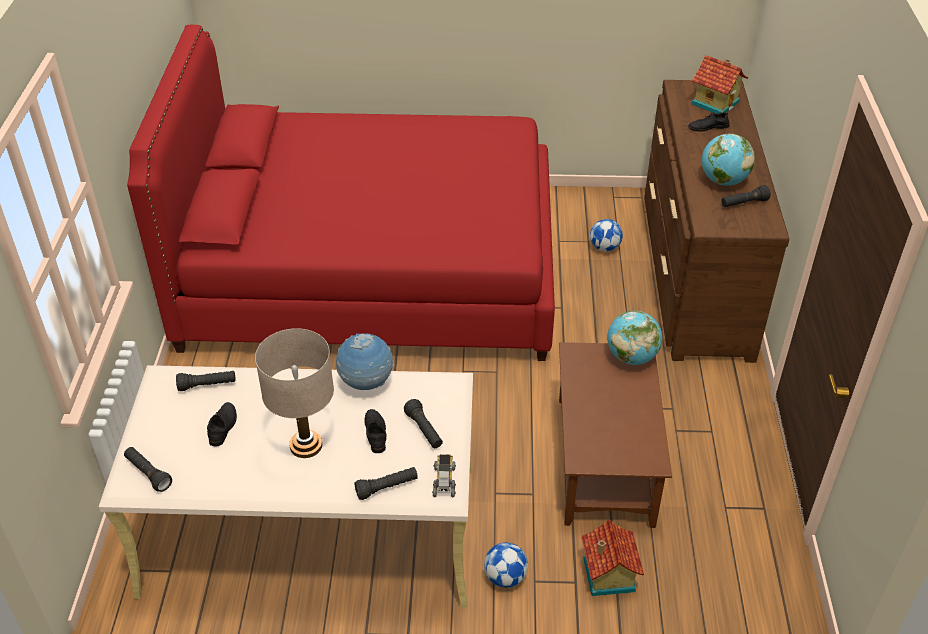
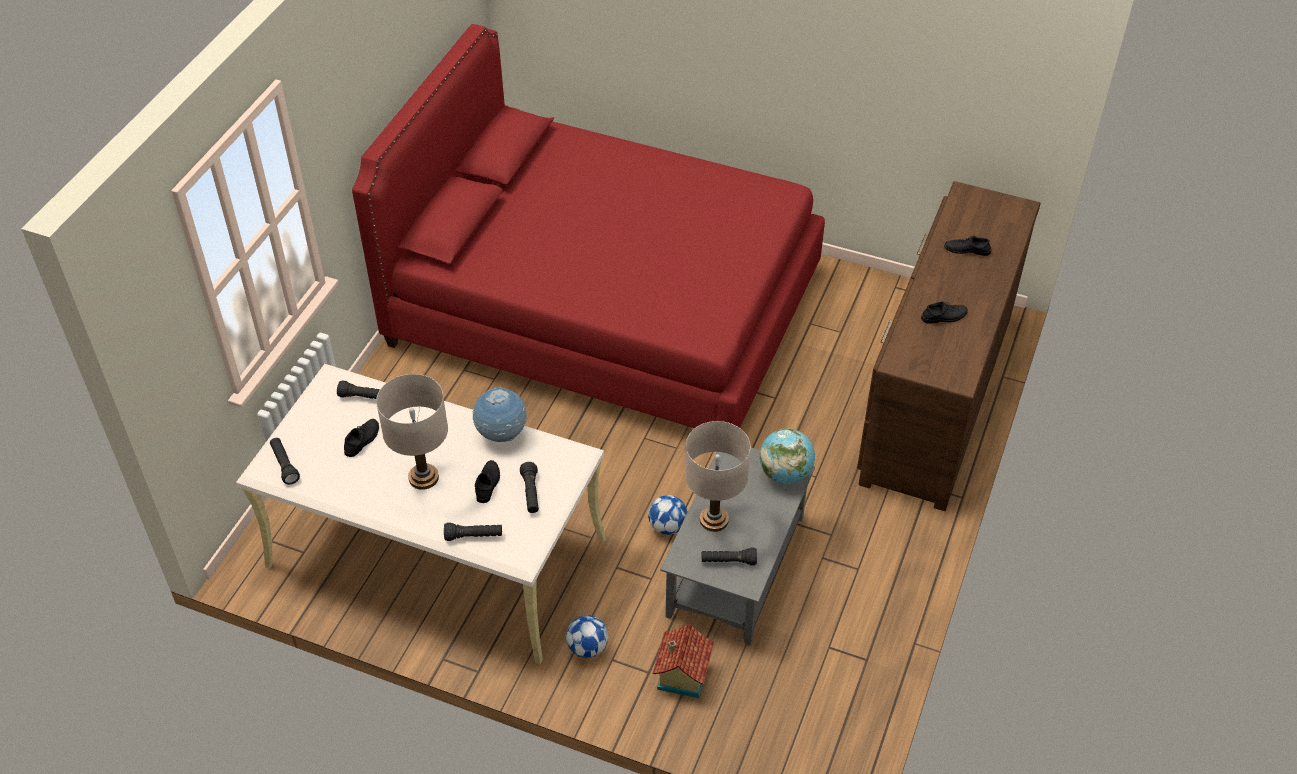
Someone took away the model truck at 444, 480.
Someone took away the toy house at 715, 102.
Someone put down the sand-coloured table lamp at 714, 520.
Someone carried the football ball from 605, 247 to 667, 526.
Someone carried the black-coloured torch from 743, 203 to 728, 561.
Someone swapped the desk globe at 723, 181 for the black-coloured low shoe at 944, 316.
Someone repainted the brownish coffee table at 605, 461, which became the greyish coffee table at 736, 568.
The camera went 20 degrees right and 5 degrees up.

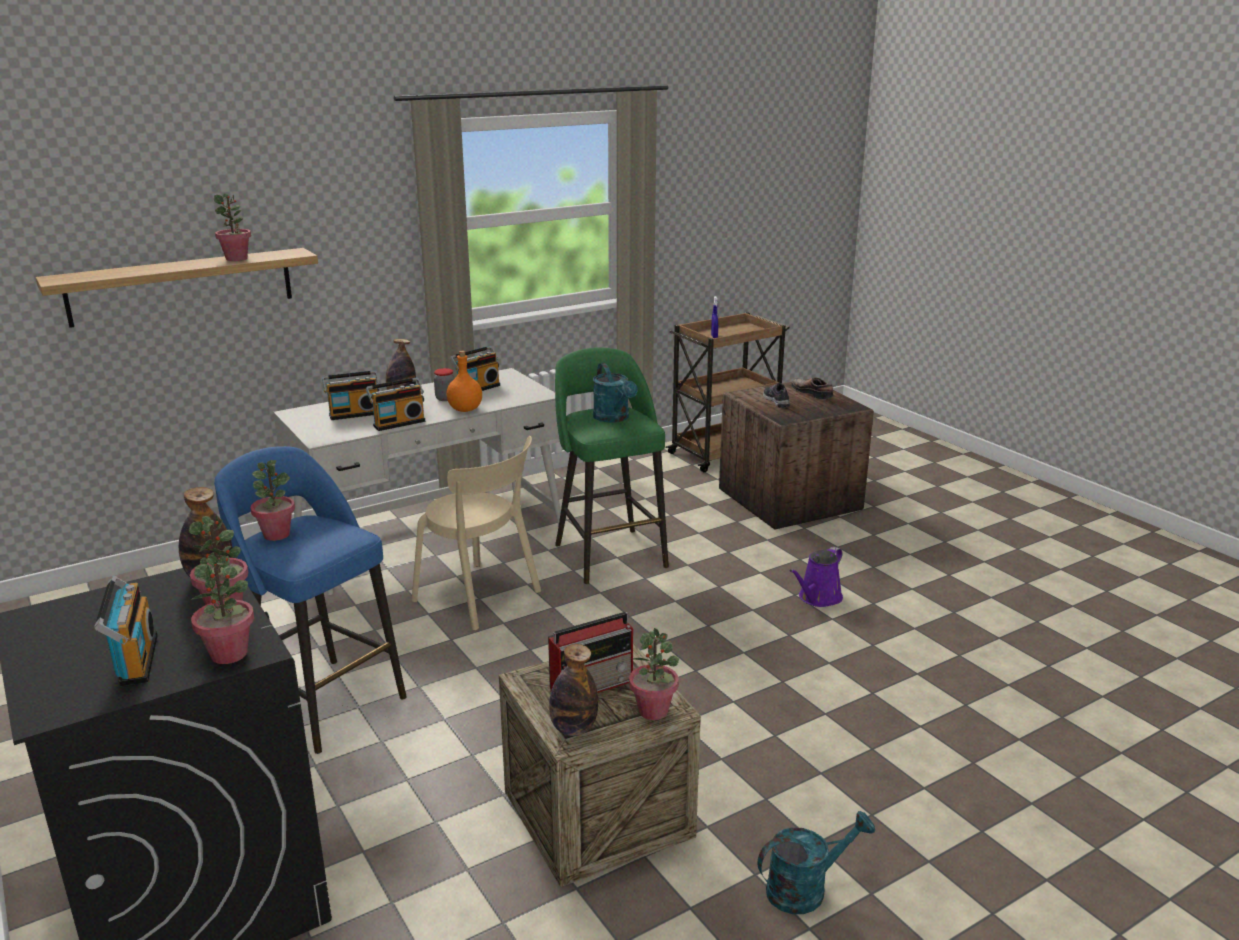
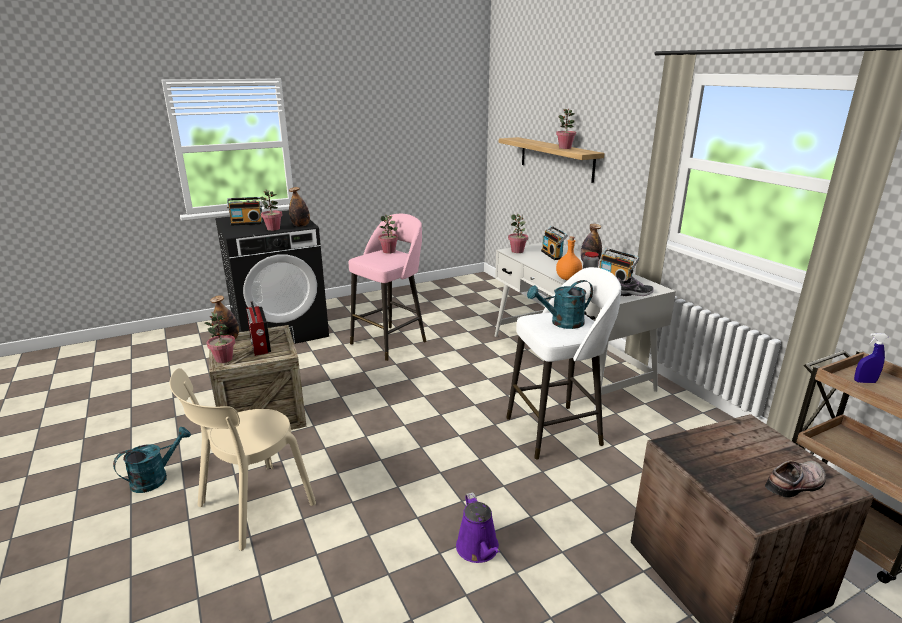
Someone took away the radio set at 398, 423.
Someone carried the houseplant from 229, 654 to 517, 251.
Someone carried the sand-coloured upright chair from 481, 598 to 251, 507.
Someone carried the low shoe from 776, 401 to 633, 293.
Someone repainted the blue sitting stool at 323, 702, which became the pink sitting stool at 390, 342.
Someone repainted the green-coloured sitting stool at 609, 554, which became the white-coloured sitting stool at 556, 431.
Someone rotated the turquoise-coloured sprinkling can at 805, 889 by 120 degrees counterclockwise.
Someone rotated the purple-coloured sprinkling can at 818, 598 by 150 degrees counterclockwise.
The camera went 95 degrees right and 0 degrees up.

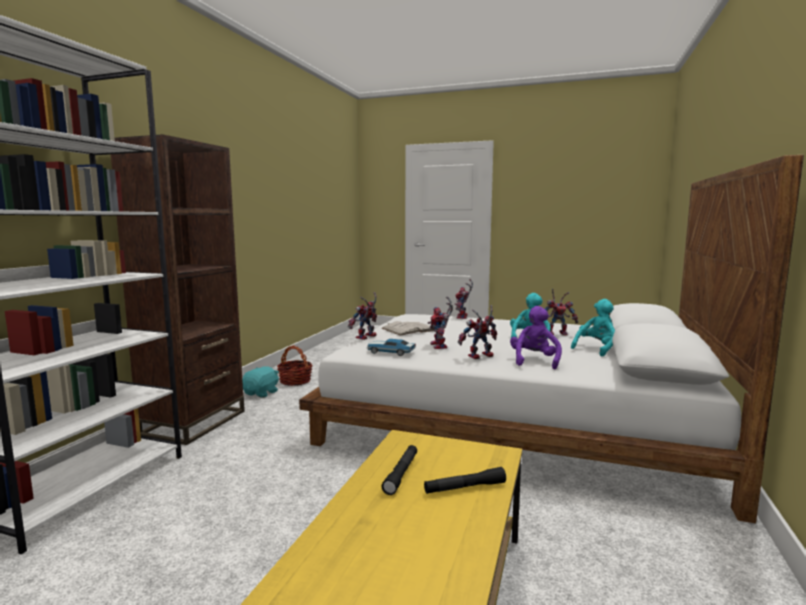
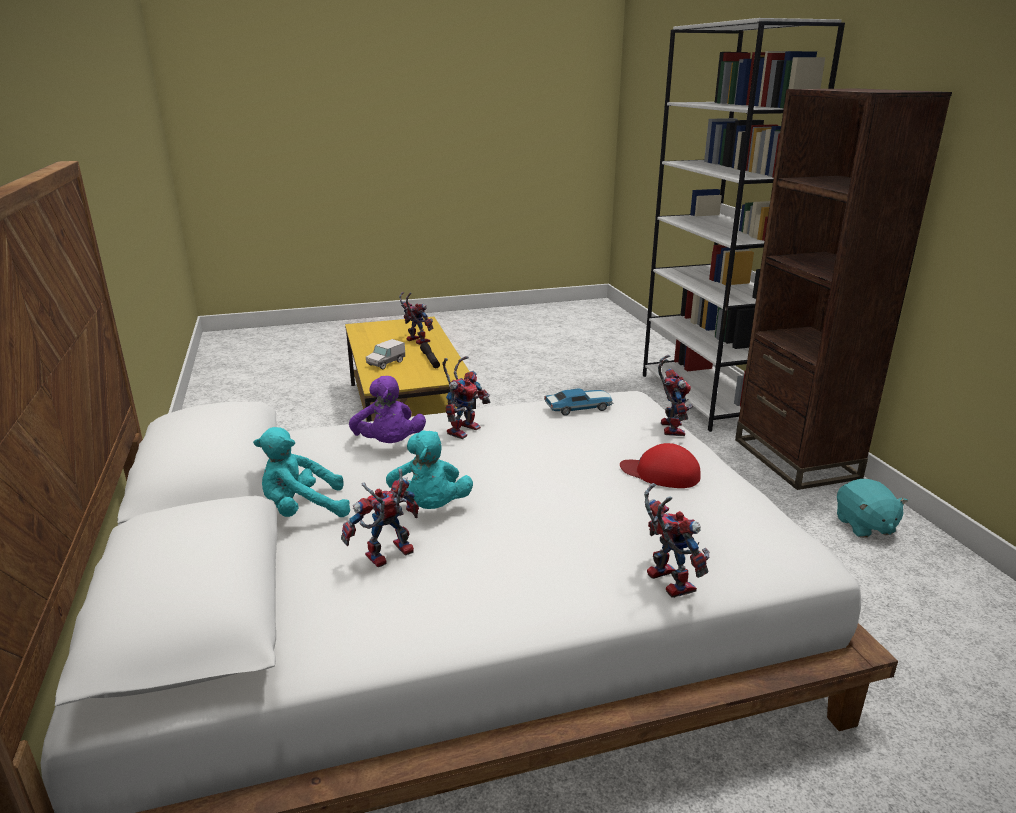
Someone took away the basket at 295, 381.
Someone carried the robot figure from 441, 346 to 415, 341.
Someone swapped the white-coloured bound book at 410, 329 for the red peaked cap at 661, 473.
Someone swapped the black-coloured torch at 465, 488 for the model truck at 386, 363.
Someone rotated the turquoise-coloured cuddly toy at 596, 349 by 60 degrees clockwise.
The camera went 145 degrees right and 15 degrees up.

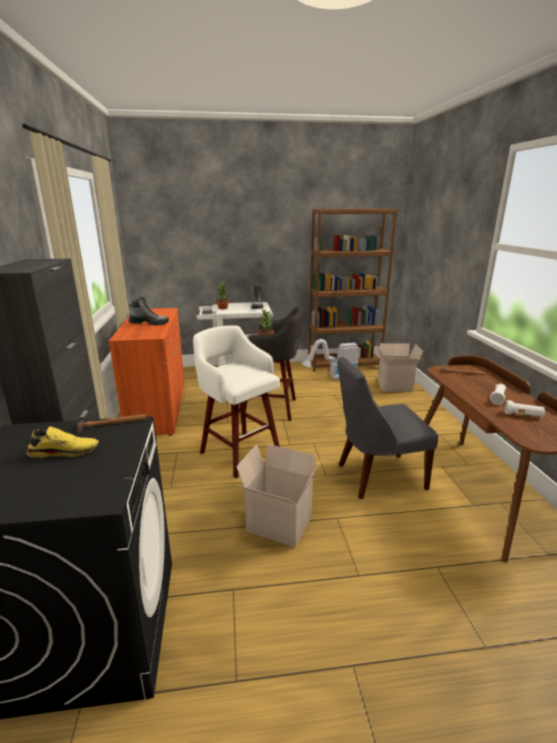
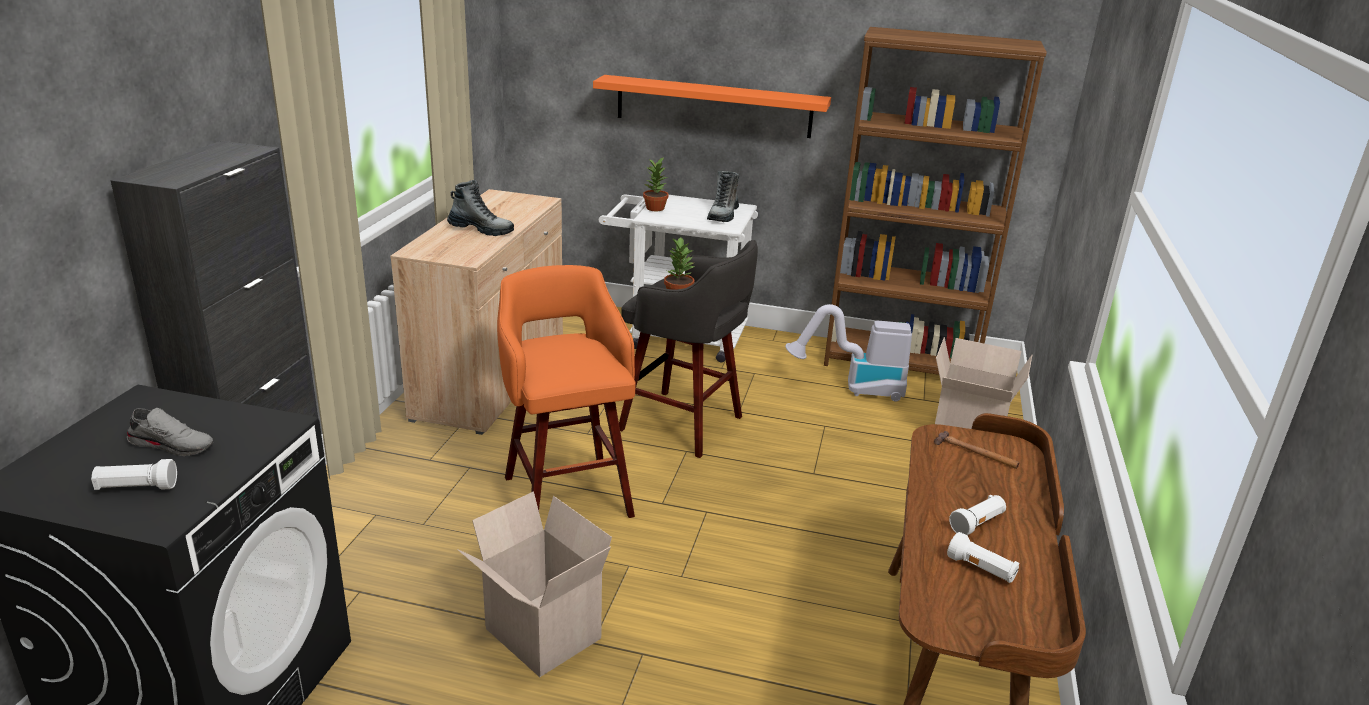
Someone took away the hammer at 113, 423.
Someone took away the greyish upright chair at 376, 476.
Someone put down the white-coloured torch at 136, 488.
Someone put up the orange bracket shelf at 713, 106.
Someone repainted the yellow-coloured low shoe at 65, 451, which became the greyish low shoe at 173, 444.
Someone repainted the orange cupboard at 158, 409, which became the sand-coloured cupboard at 491, 379.
Someone repainted the white-coloured sitting stool at 238, 452, which became the orange sitting stool at 567, 493.
The camera went 20 degrees right and 5 degrees up.

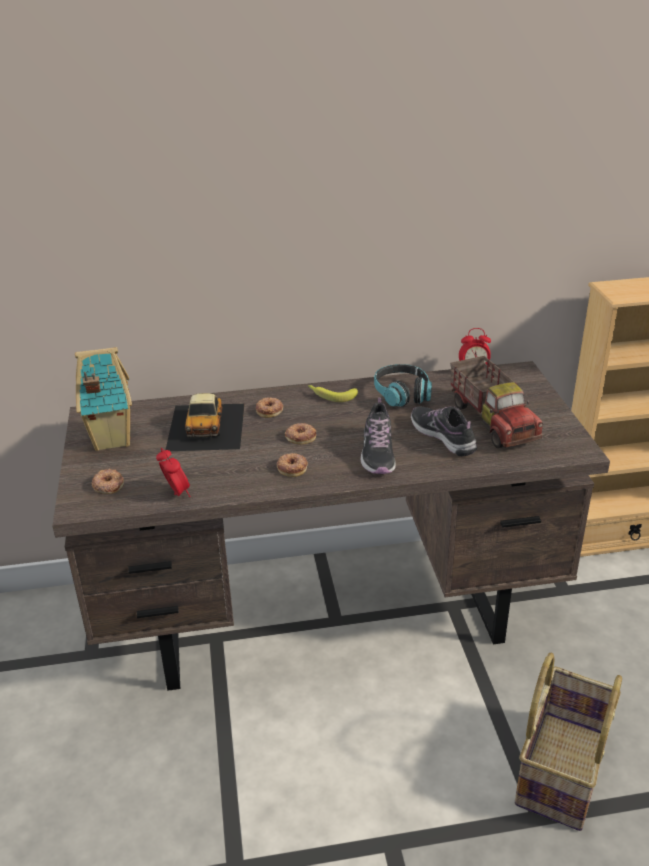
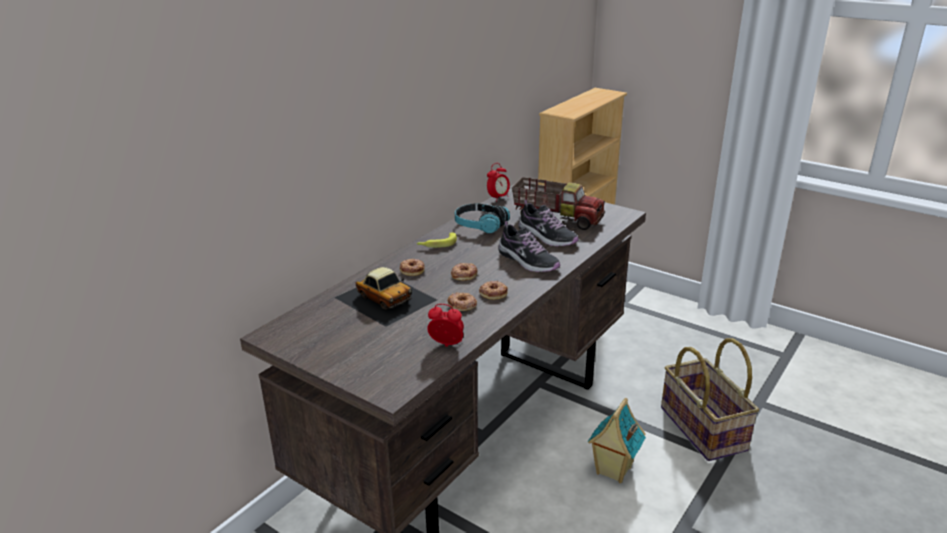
Someone carried the toy house from 110, 439 to 612, 471.
Someone carried the doughnut from 108, 485 to 462, 305.
Someone rotated the low shoe at 443, 436 by 150 degrees counterclockwise.
The camera went 45 degrees left and 5 degrees down.

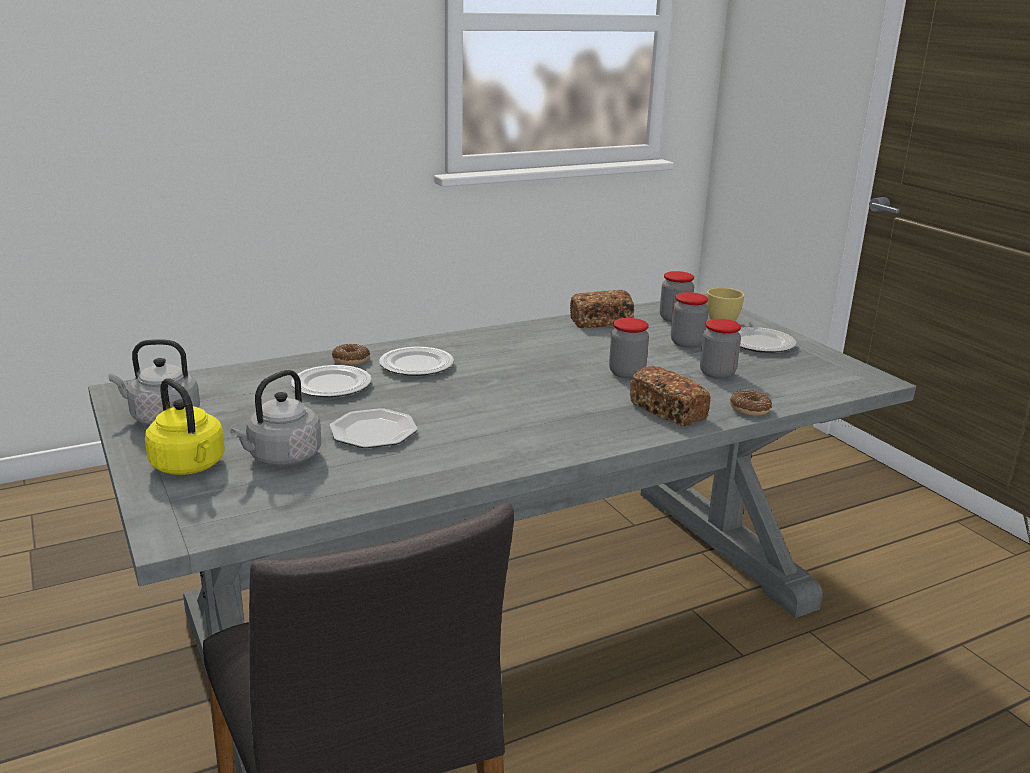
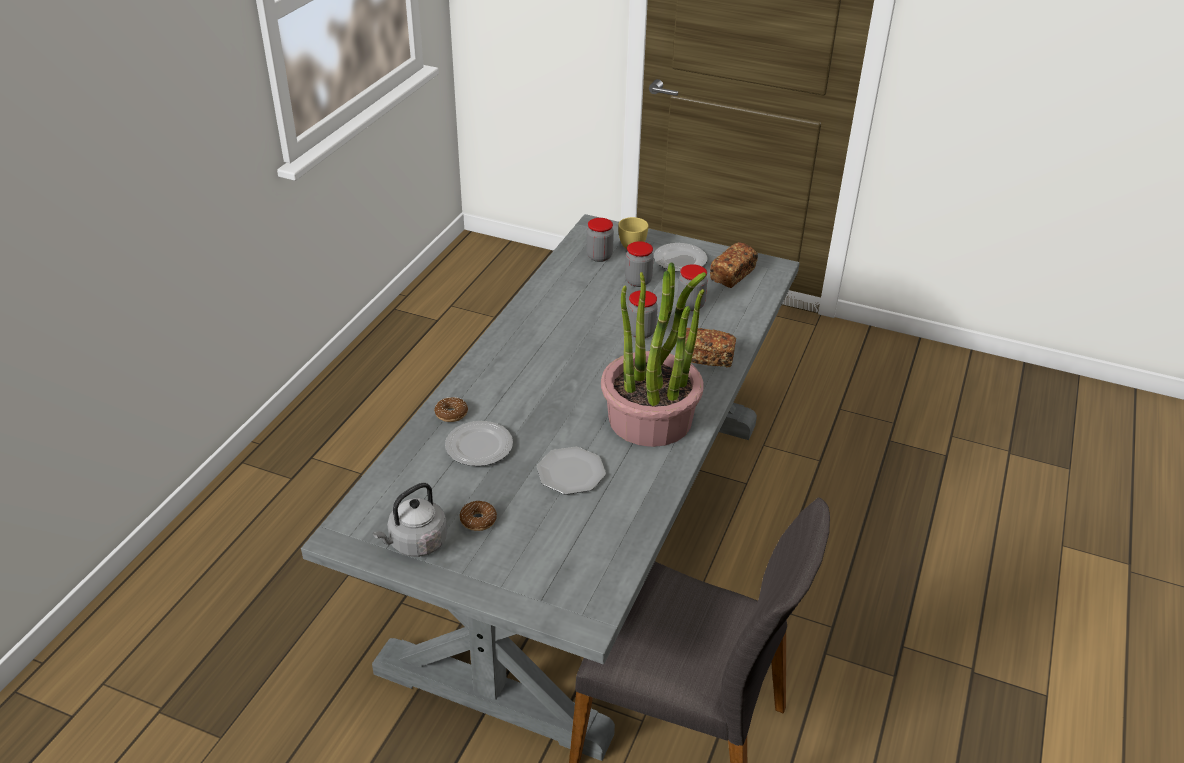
Someone took away the yellow-coloured water kettle at 190, 466.
Someone took away the greyish water kettle at 282, 457.
Someone took away the plate at 416, 366.
Someone put down the houseplant at 650, 419.
Someone carried the bakery bread from 600, 322 to 732, 274.
Someone carried the doughnut from 749, 409 to 478, 520.
The camera went 40 degrees left and 15 degrees up.

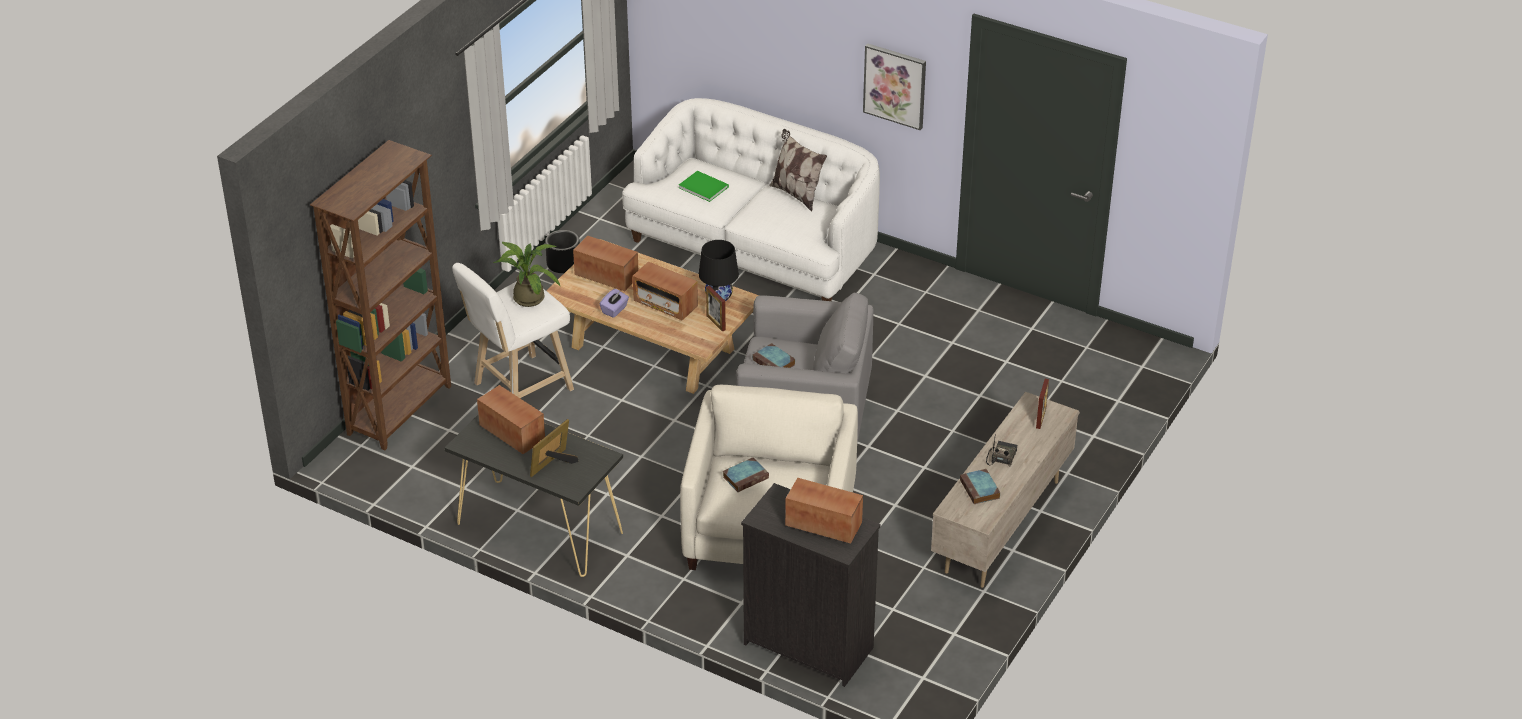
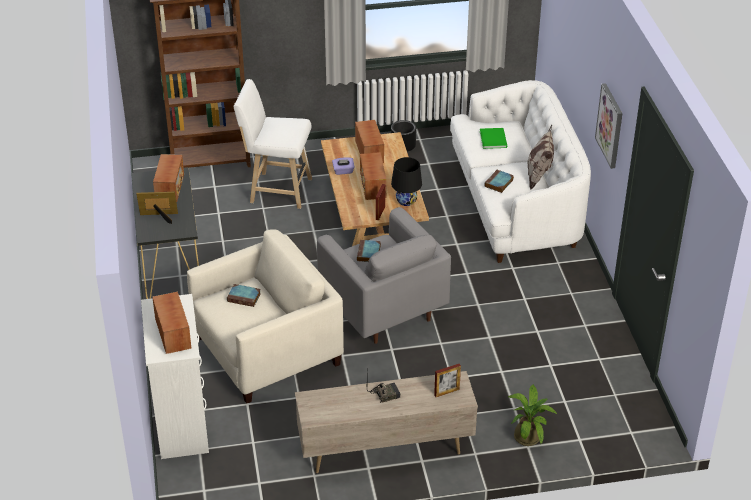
Someone carried the houseplant from 527, 296 to 528, 435.
Someone carried the bound book from 980, 490 to 499, 183.
Someone repainted the black-coloured drawer chest at 808, 645, which became the white-coloured drawer chest at 182, 422.
The camera went 50 degrees right and 0 degrees up.

